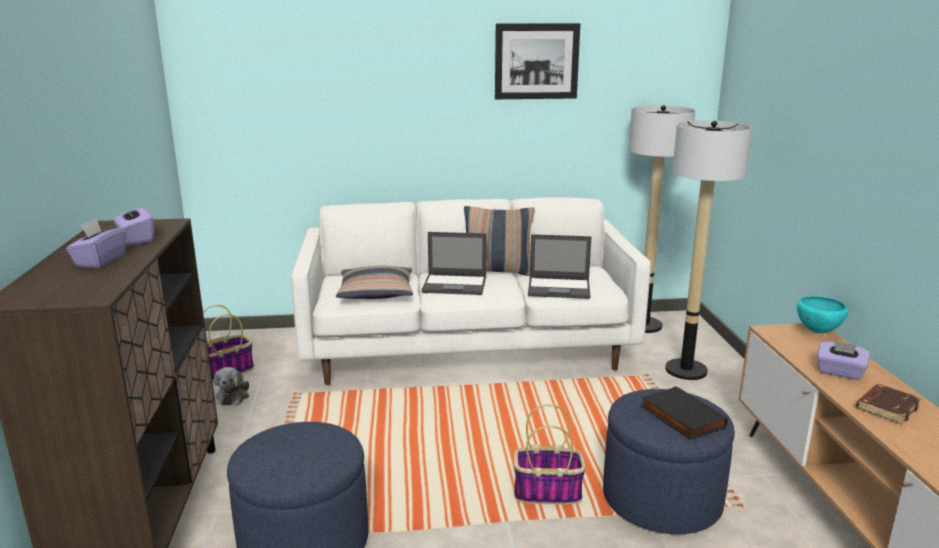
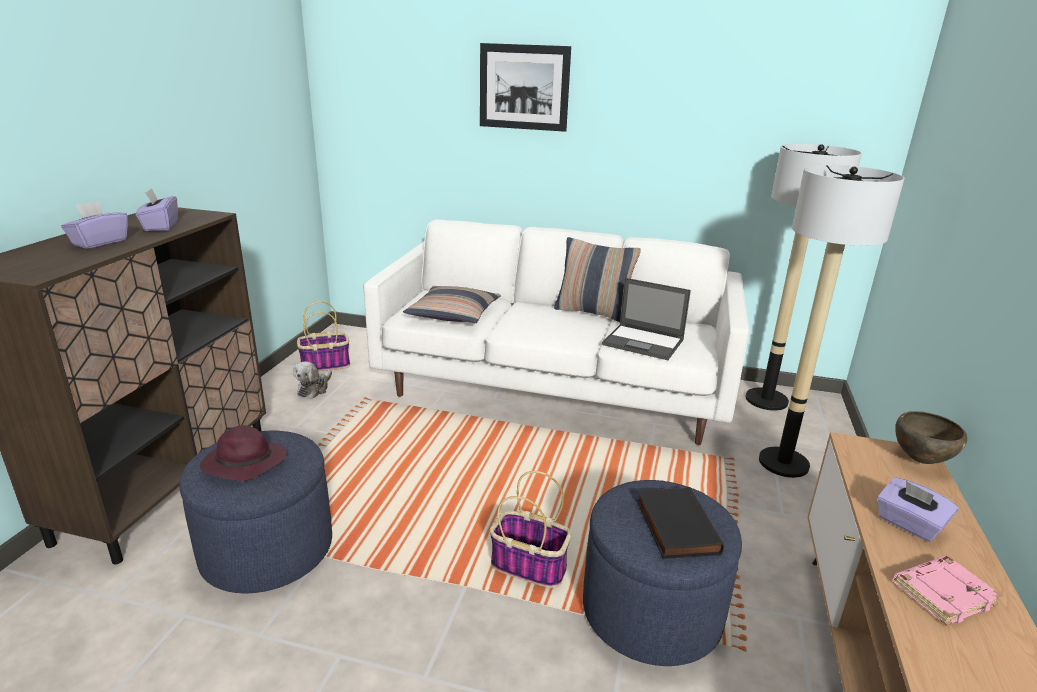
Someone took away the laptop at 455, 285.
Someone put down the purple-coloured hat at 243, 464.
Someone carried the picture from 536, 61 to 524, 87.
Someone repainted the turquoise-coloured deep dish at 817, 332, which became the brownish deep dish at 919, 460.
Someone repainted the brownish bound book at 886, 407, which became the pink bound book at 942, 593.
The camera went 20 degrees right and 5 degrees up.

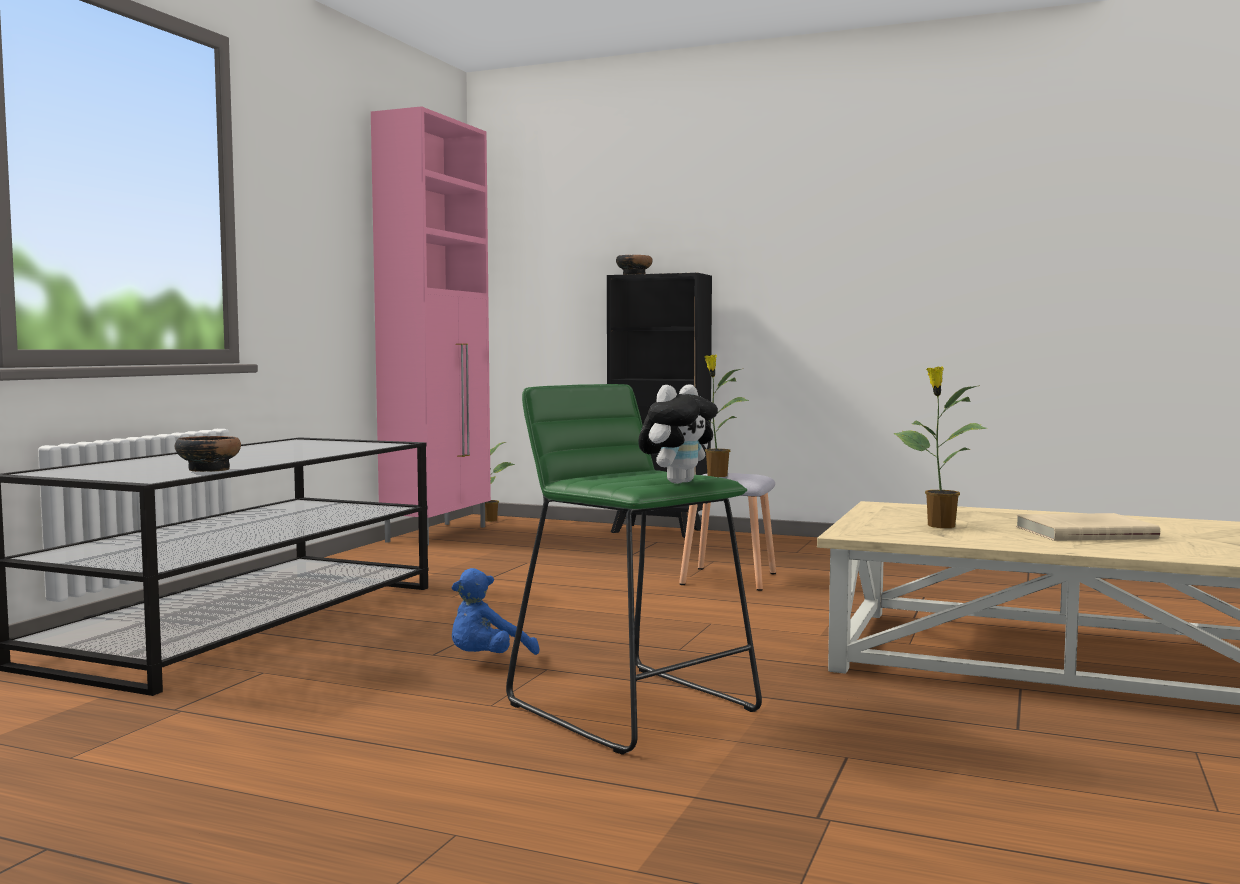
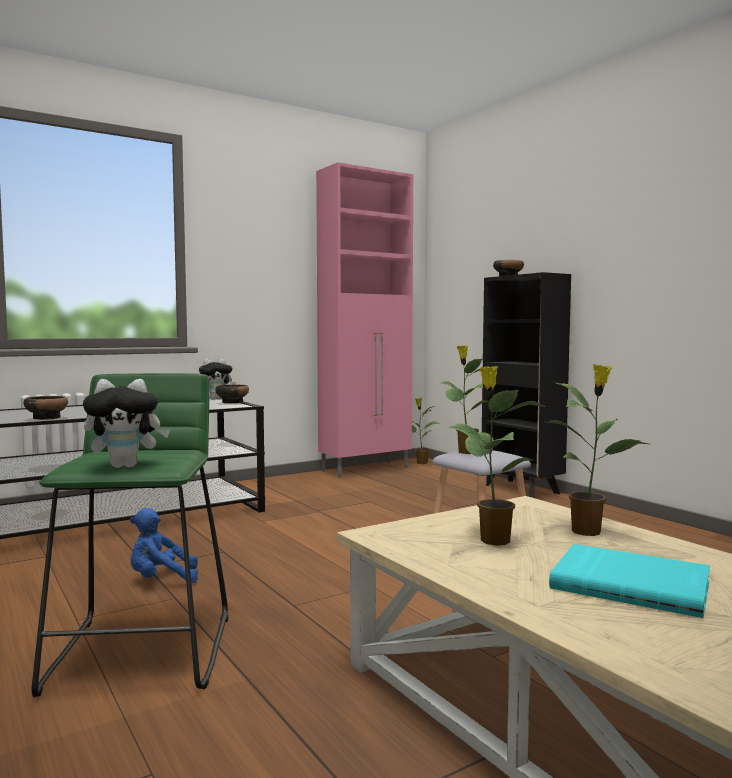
Someone put down the cuddly toy at 216, 399.
Someone put down the deep dish at 232, 402.
Someone put down the houseplant at 588, 531.
Someone repainted the sand-coloured bound book at 1084, 532, which became the turquoise-coloured bound book at 630, 584.
The camera went 35 degrees right and 0 degrees up.

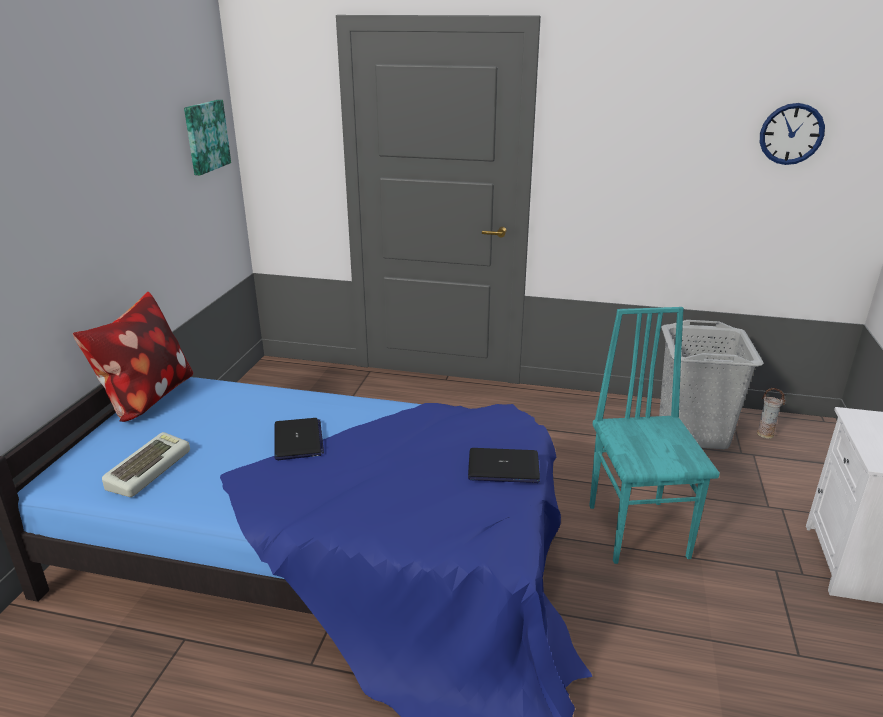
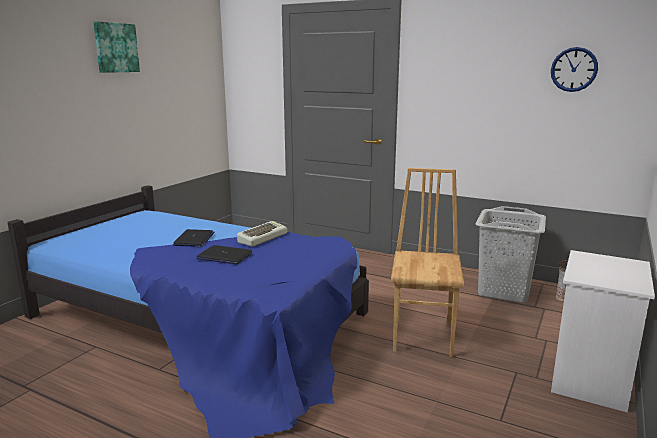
Someone took away the pillow at 146, 398.
Someone carried the computer keyboard from 148, 469 to 262, 237.
Someone carried the picture from 205, 136 to 115, 48.
Someone carried the laptop from 503, 467 to 224, 256.
Someone repainted the turquoise-coloured upright chair at 639, 530, which became the brownish upright chair at 424, 337.
The camera went 15 degrees right and 10 degrees down.

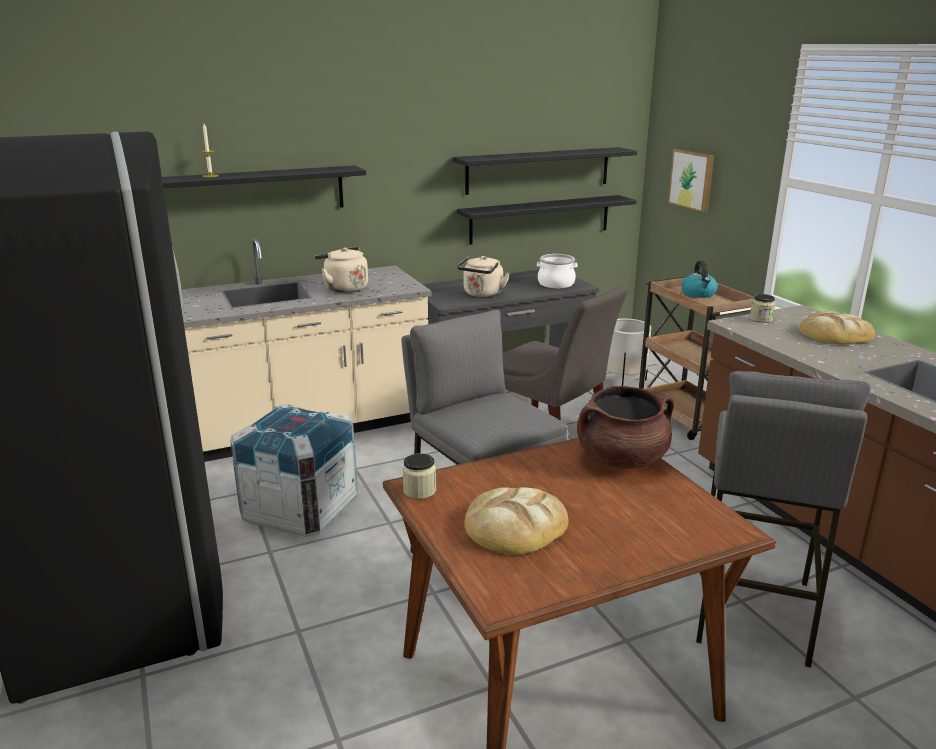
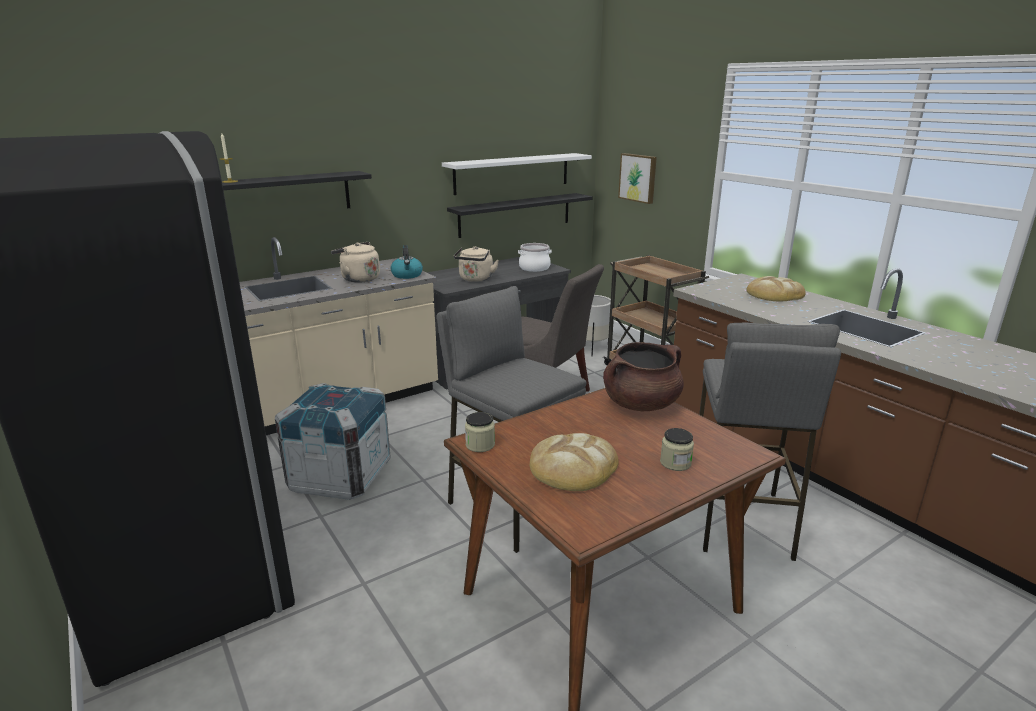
Someone carried the water kettle from 698, 294 to 407, 275.
Someone carried the preserve jar from 761, 319 to 675, 463.
Someone repainted the black-coloured bracket shelf at 538, 170, which became the white-coloured bracket shelf at 512, 173.
The camera went 10 degrees left and 0 degrees up.

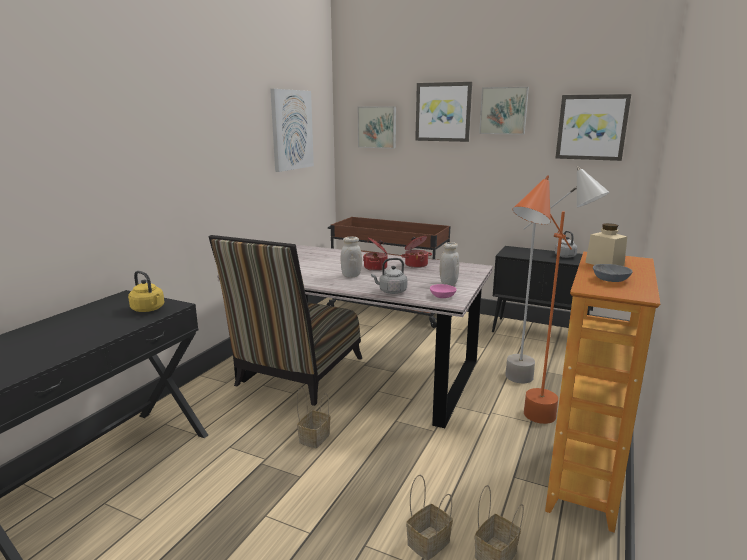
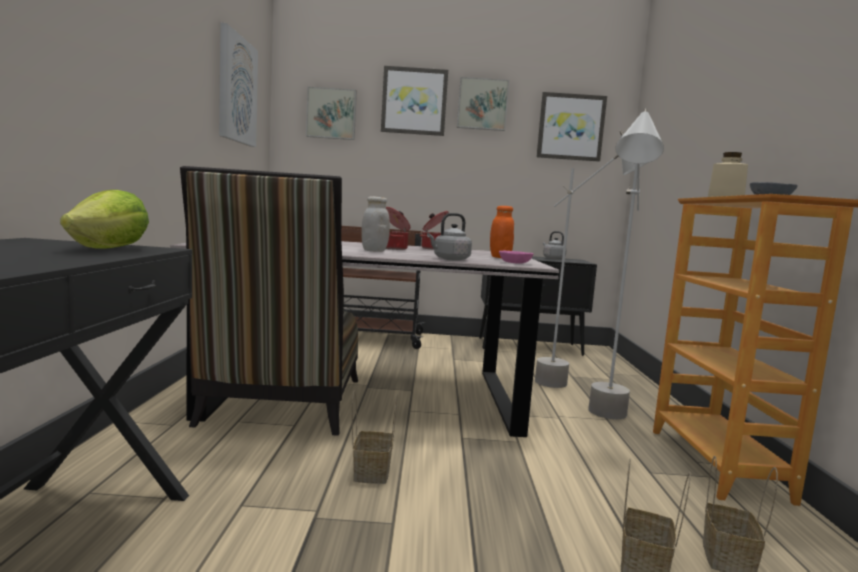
Someone swapped the yellow-coloured water kettle at 149, 309 for the head of lettuce at 110, 249.
Someone repainted the white-coloured preserve jar at 448, 283, which became the orange preserve jar at 500, 257.
Someone repainted the orange standing lamp at 526, 425, which became the greyish standing lamp at 606, 423.
The camera went 25 degrees left and 10 degrees down.

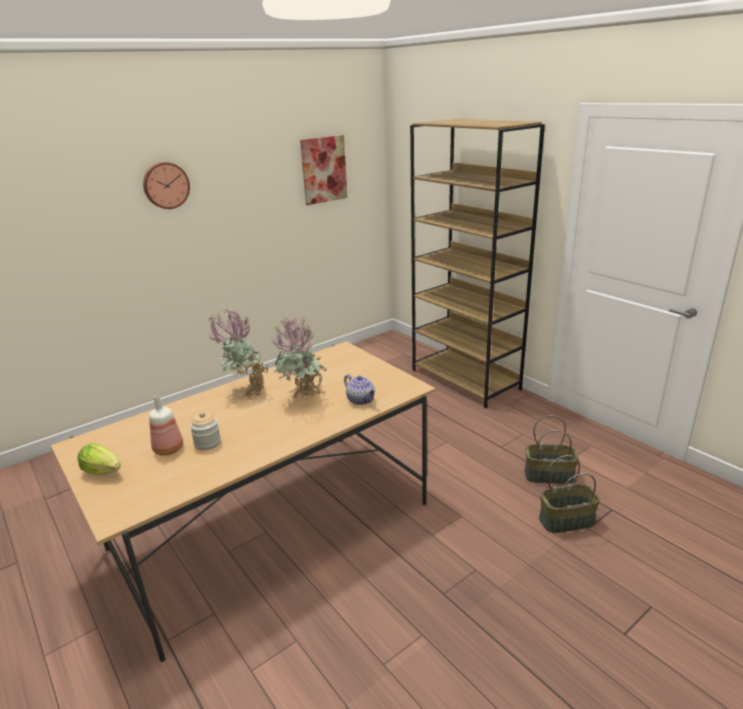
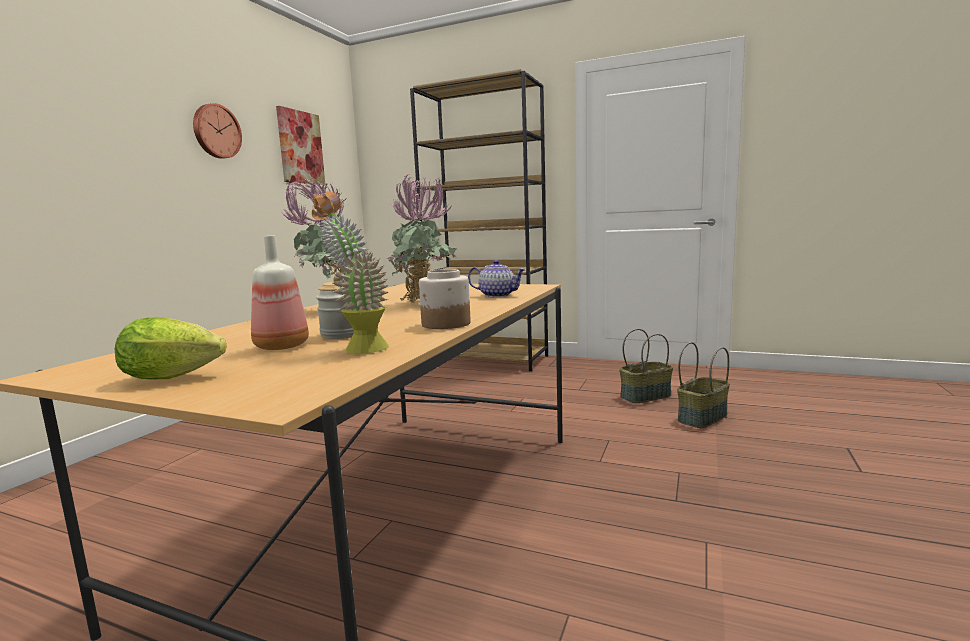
Someone put down the houseplant at 357, 348.
Someone put down the preserve jar at 446, 324.
Someone carried the clock on the wall from 166, 185 to 216, 131.
The camera went 30 degrees left and 15 degrees down.

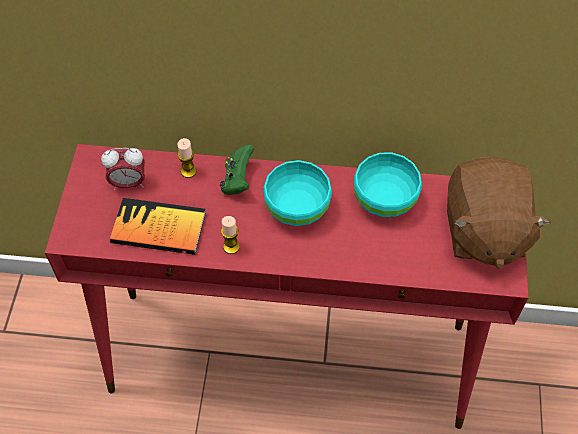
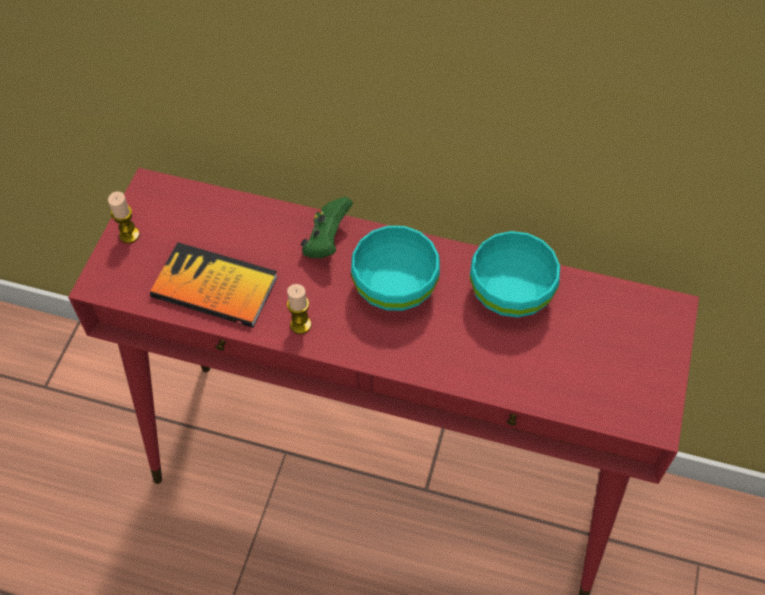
Someone took away the bedside clock at 128, 183.
Someone took away the brownish cuddly toy at 483, 231.
Someone carried the wax candle from 188, 171 to 129, 235.
The camera went 10 degrees right and 0 degrees up.

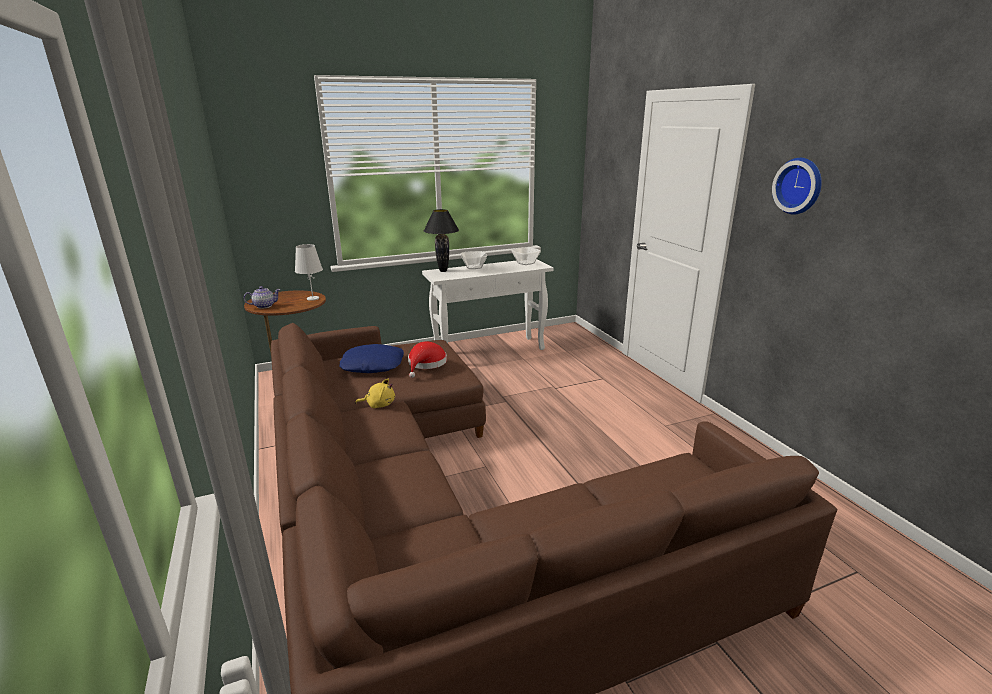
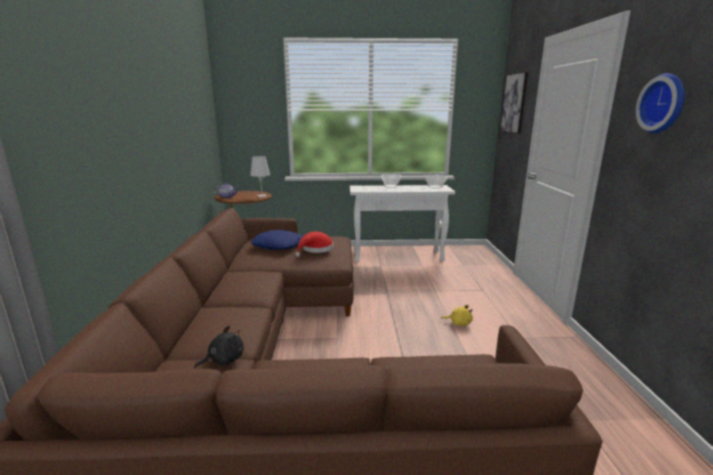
Someone took away the black-coloured table lamp at 442, 271.
Someone put down the black-coloured cuddly toy at 224, 360.
Someone put up the picture at 514, 103.
Someone carried the yellow-coloured cuddly toy from 379, 404 to 459, 323.
The camera went 20 degrees right and 5 degrees down.

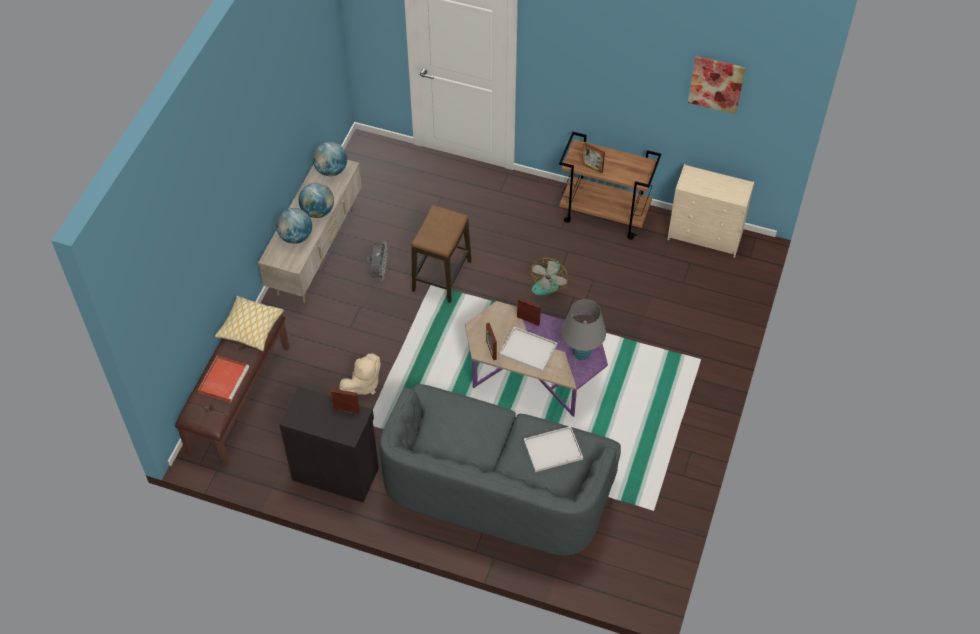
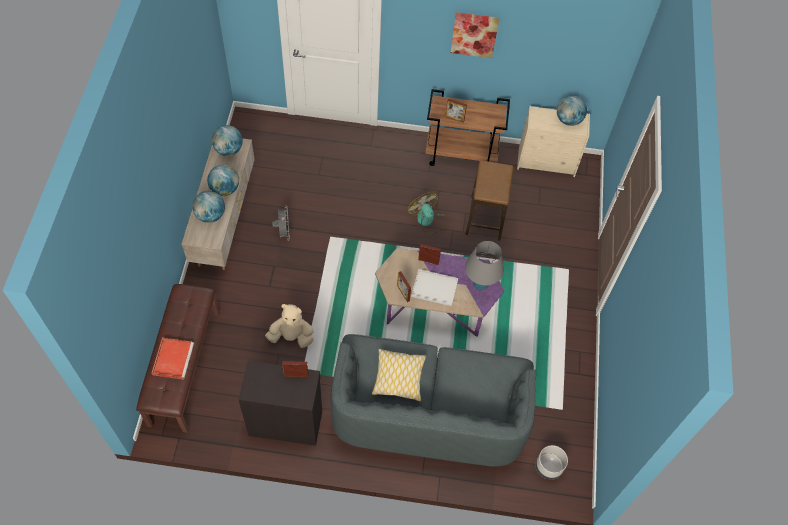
Someone took away the white-coloured serving tray at 552, 450.
Someone put down the greyish planter at 548, 467.
Someone put down the desk globe at 568, 120.
Someone carried the pillow from 251, 328 to 399, 378.
Someone carried the sitting stool from 441, 276 to 485, 217.
Someone carried the picture from 716, 84 to 474, 34.
Someone rotated the sand-coloured cuddly toy at 363, 384 by 120 degrees counterclockwise.
Someone rotated the electric fan at 548, 282 by 135 degrees clockwise.
The camera went 15 degrees left and 5 degrees up.

